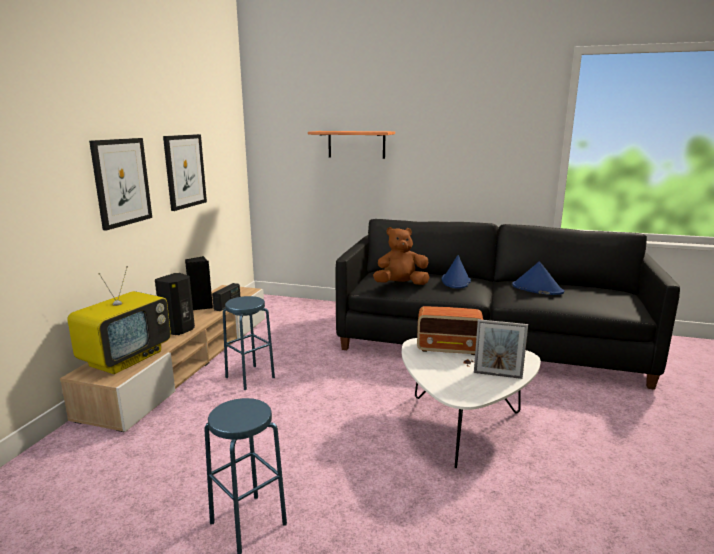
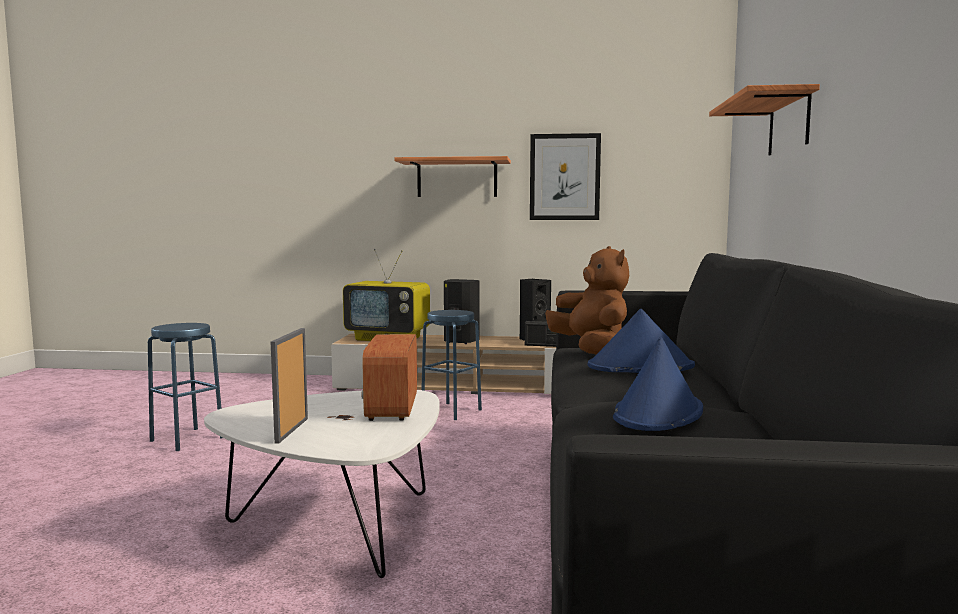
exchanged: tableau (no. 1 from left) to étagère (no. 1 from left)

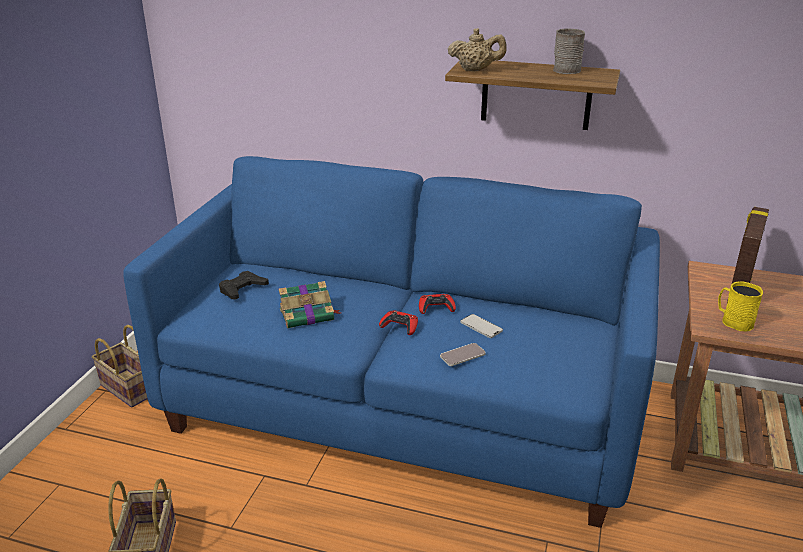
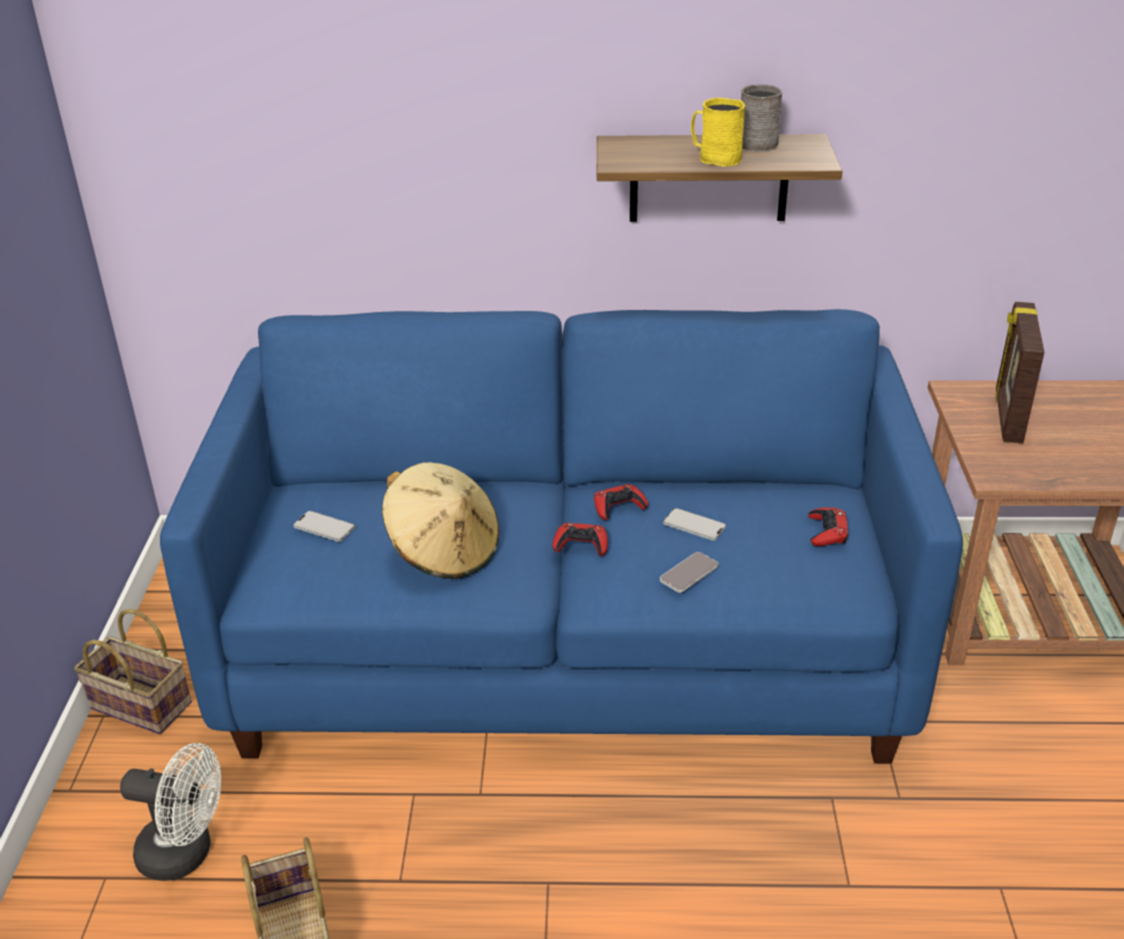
missing: théière (beige)
appeared: ventilateur (blanc); manette (rouge) (no. 3 from left)
relocated: mug (jaune)
exchanged: manette (noir) to téléphone (no. 1 from left); livre to chapeau (beige)

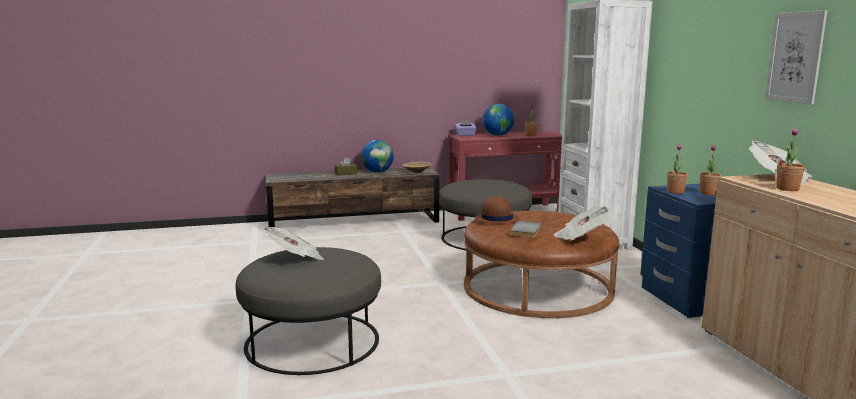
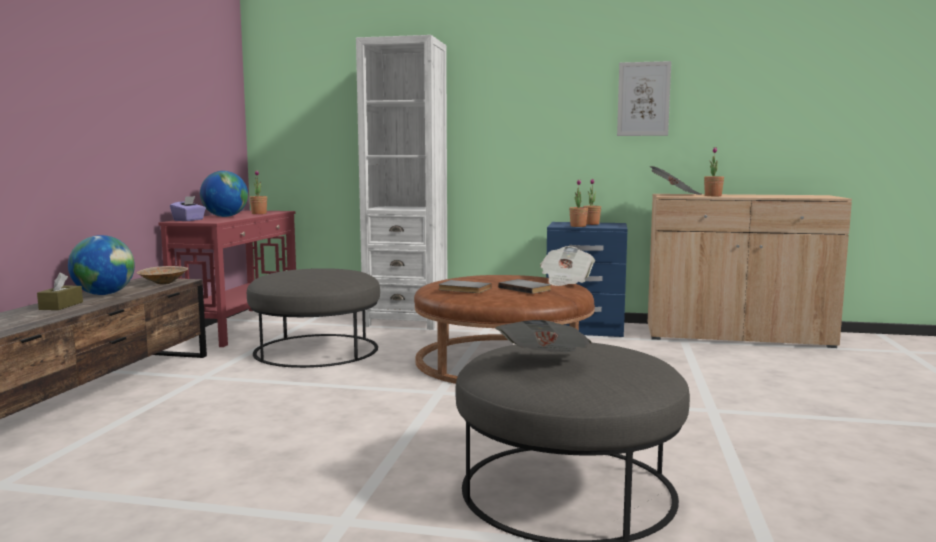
exchanged: chapeau (marron) to livre (gris) (no. 1 from left)

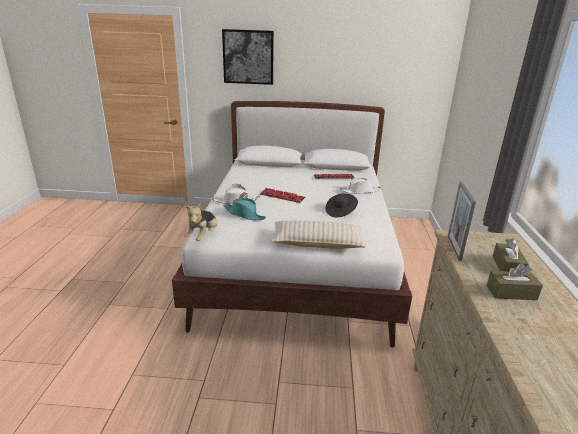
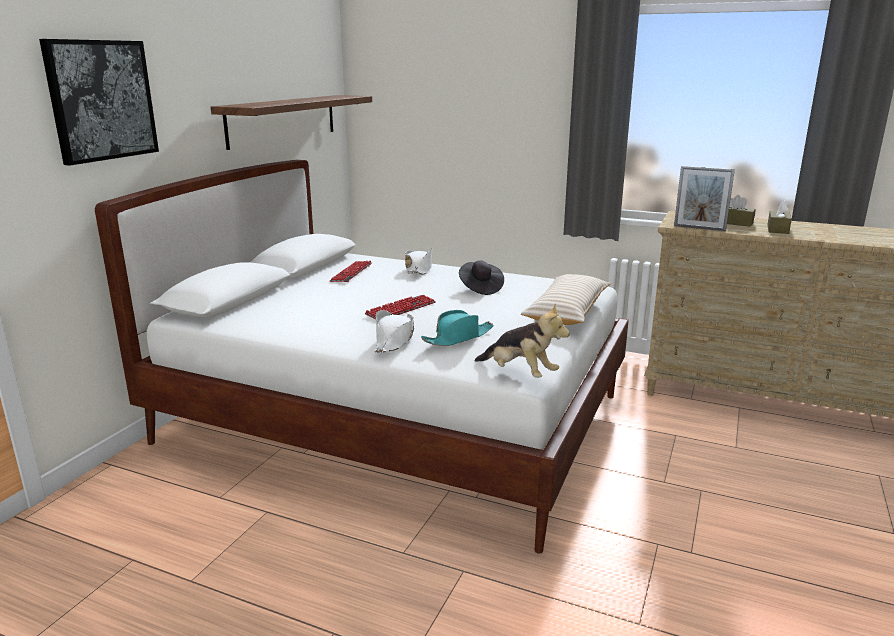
appeared: étagère

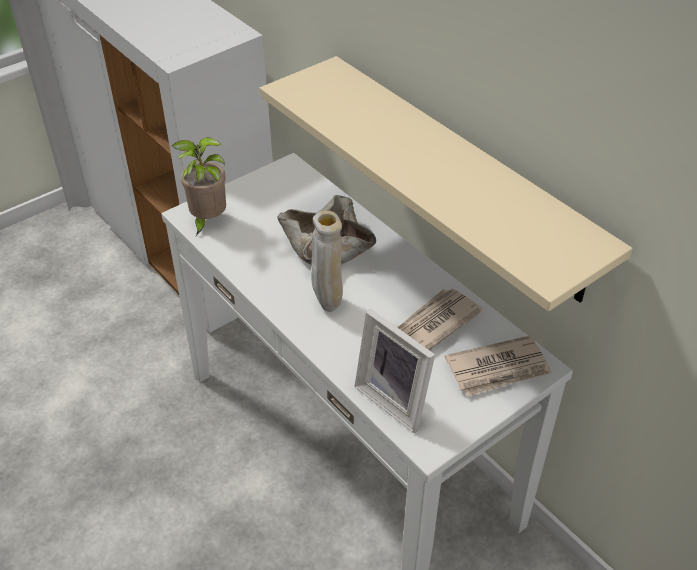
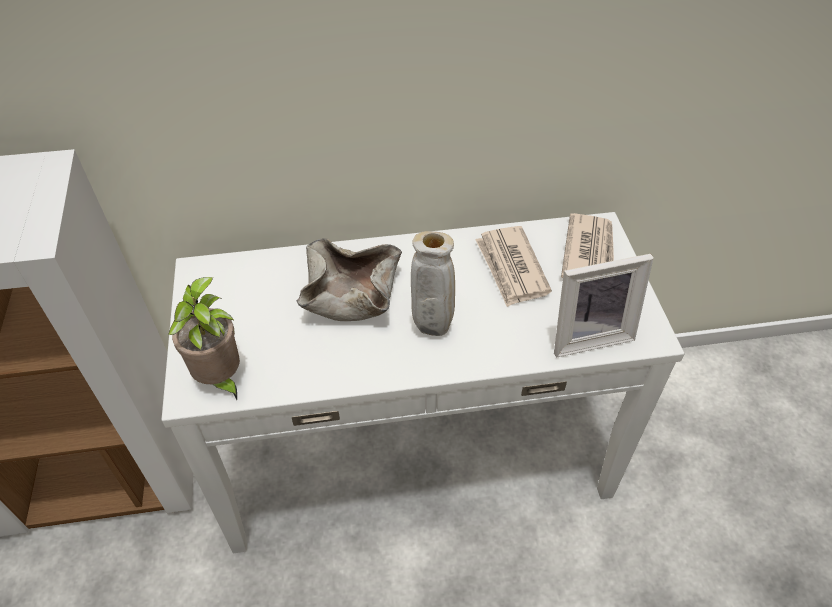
missing: étagère (beige)

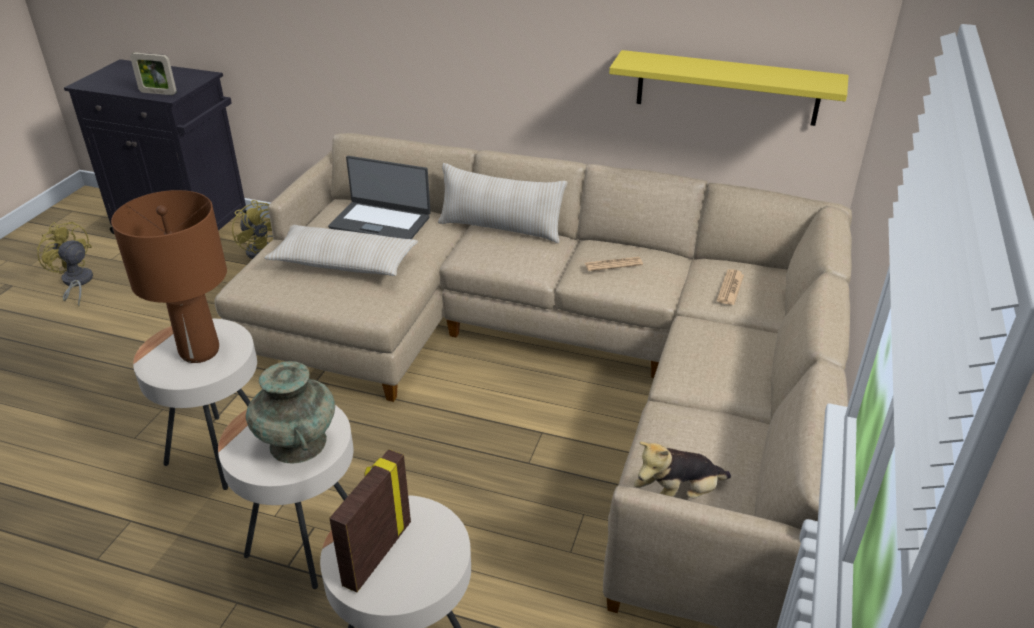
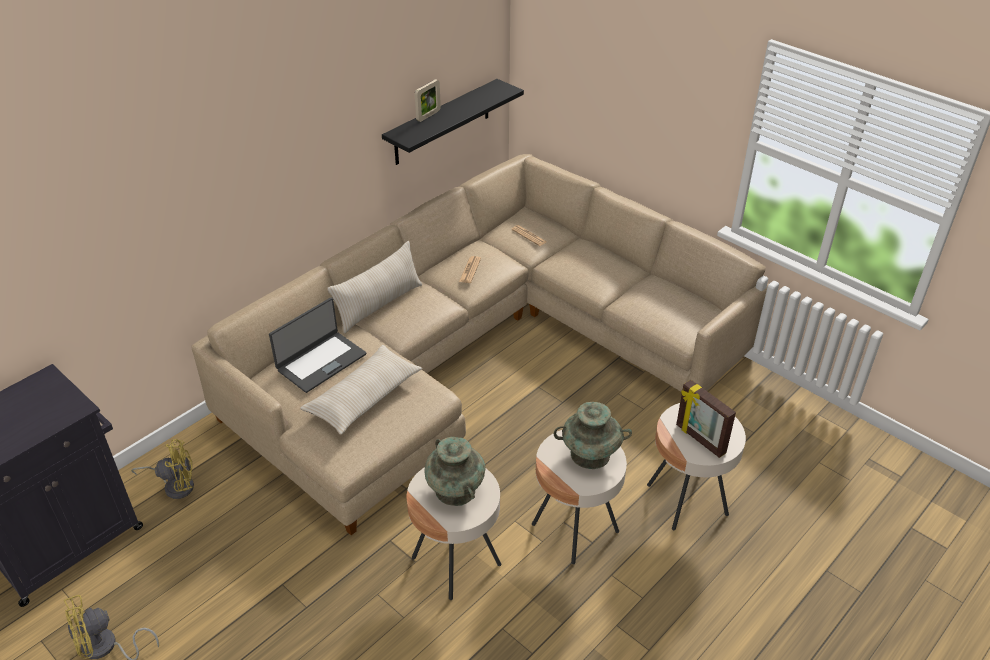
missing: peluche
relocated: cadre photo (no. 1 from left)
exchanged: lampe de table (marron) to vase (turquoise) (no. 1 from left)
colour: étagère (jaune) to étagère (noir)

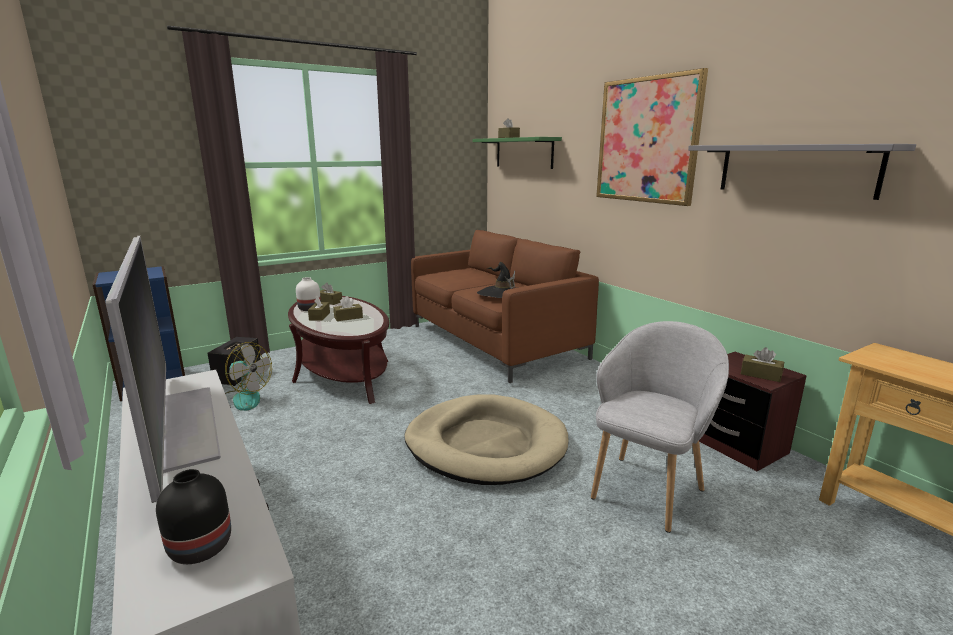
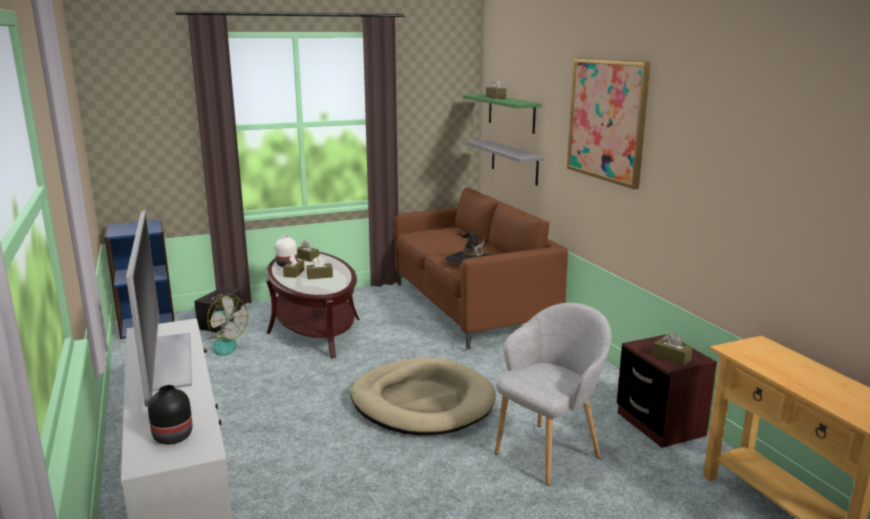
relocated: étagère (gris)

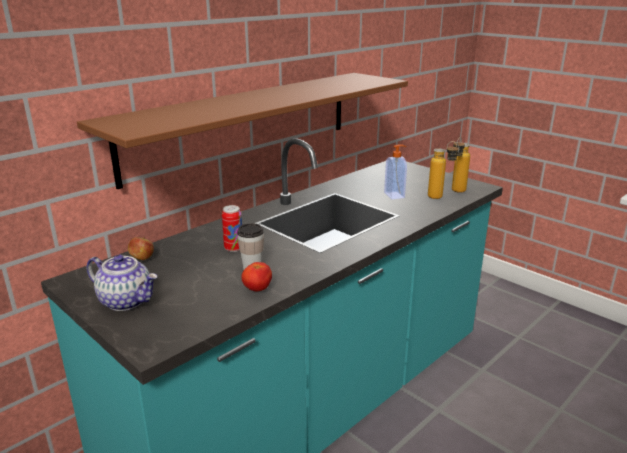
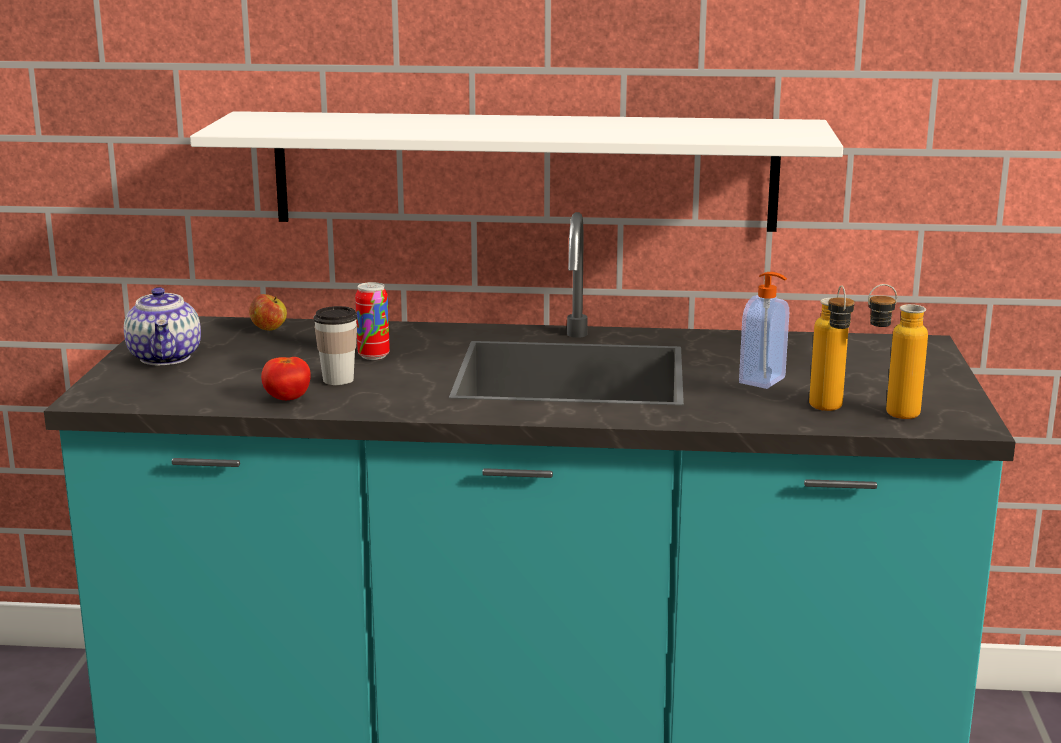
colour: étagère (marron) to étagère (blanc)

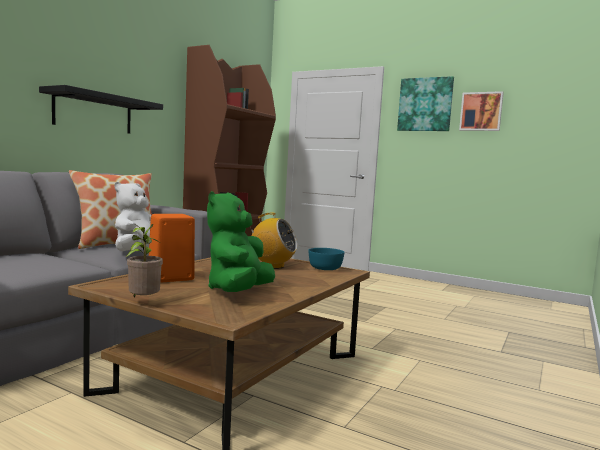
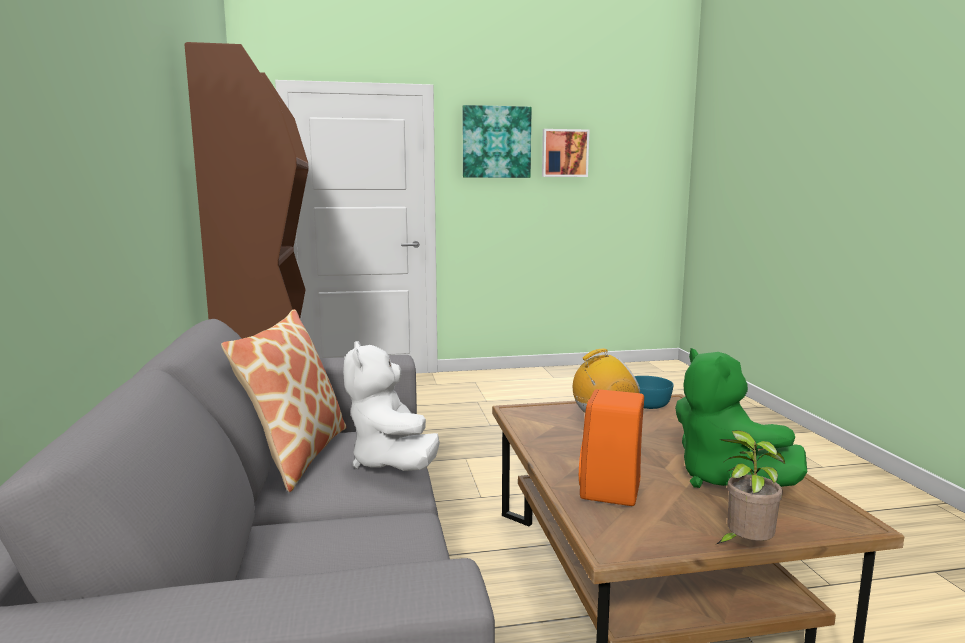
missing: étagère (noir)

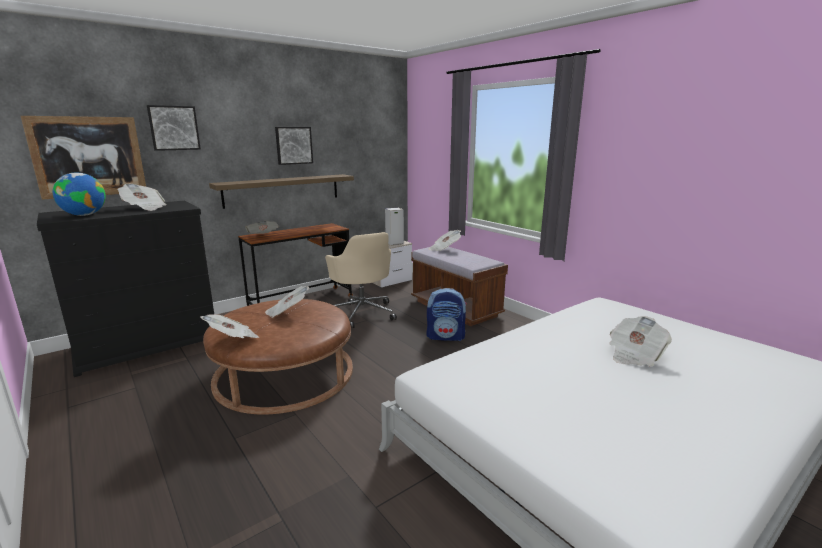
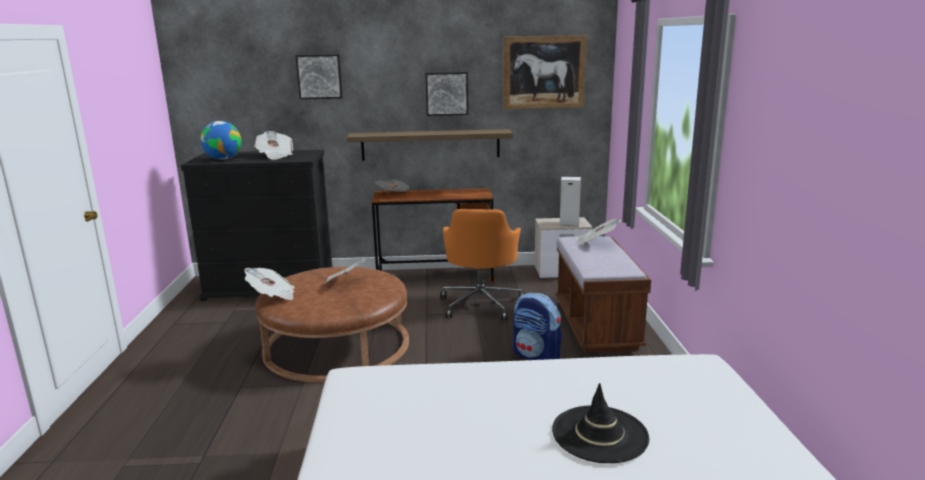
relocated: tableau (no. 1 from left in the first image) to tableau (no. 3 from left)
exchanged: journal (no. 6 from left) to chapeau (noir)
colour: chaise de bureau (beige) to chaise de bureau (orange)

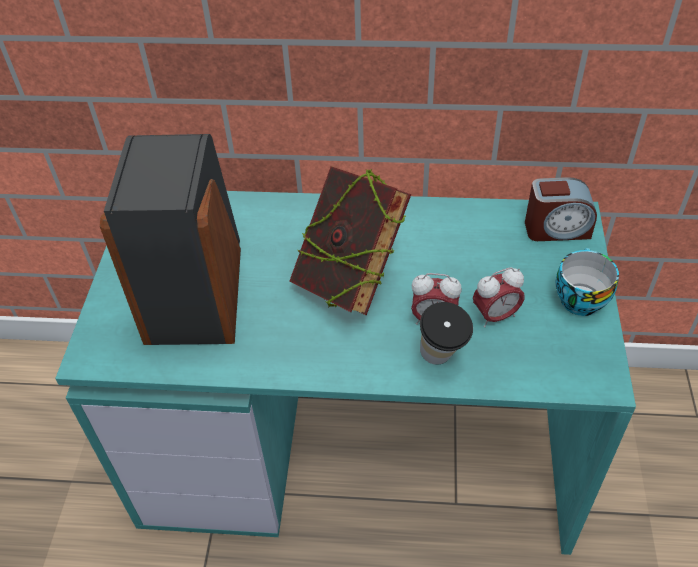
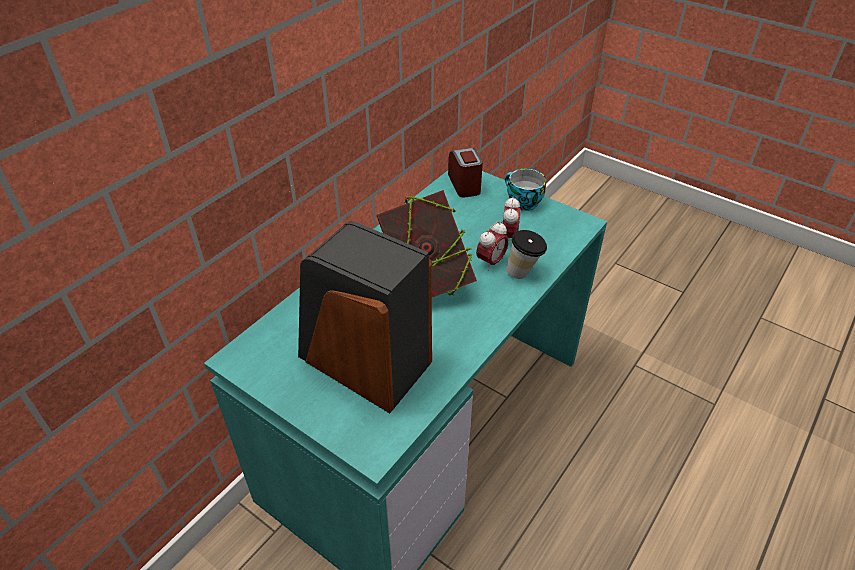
spun: réveil (no. 3 from left in the first image) 45 degrees counterclockwise

